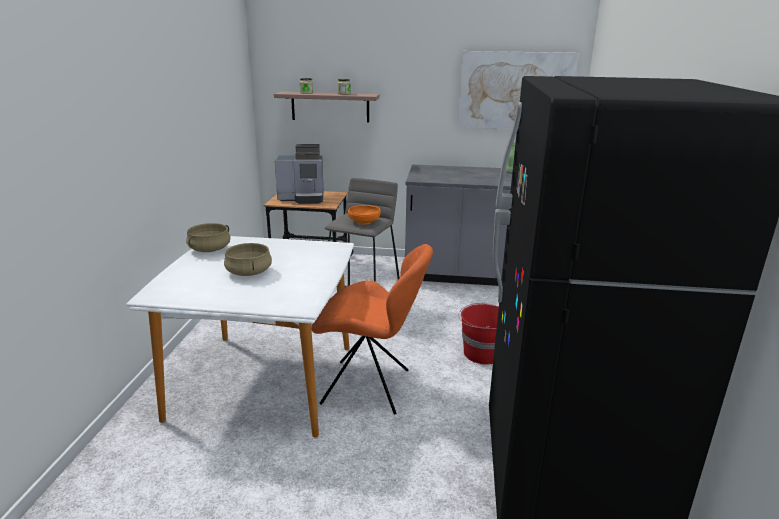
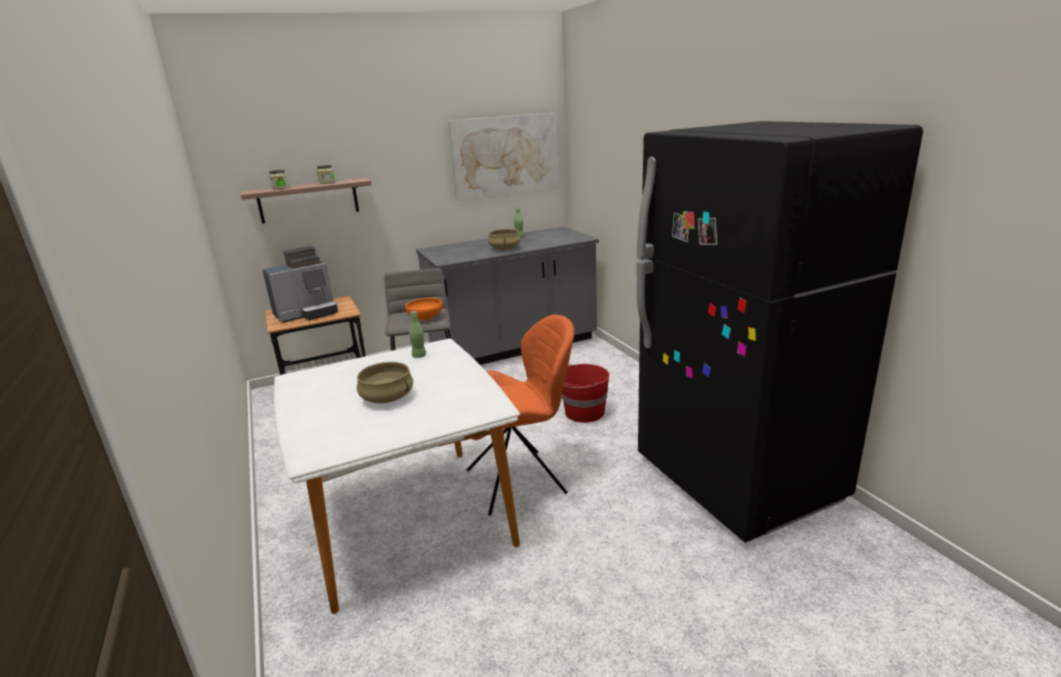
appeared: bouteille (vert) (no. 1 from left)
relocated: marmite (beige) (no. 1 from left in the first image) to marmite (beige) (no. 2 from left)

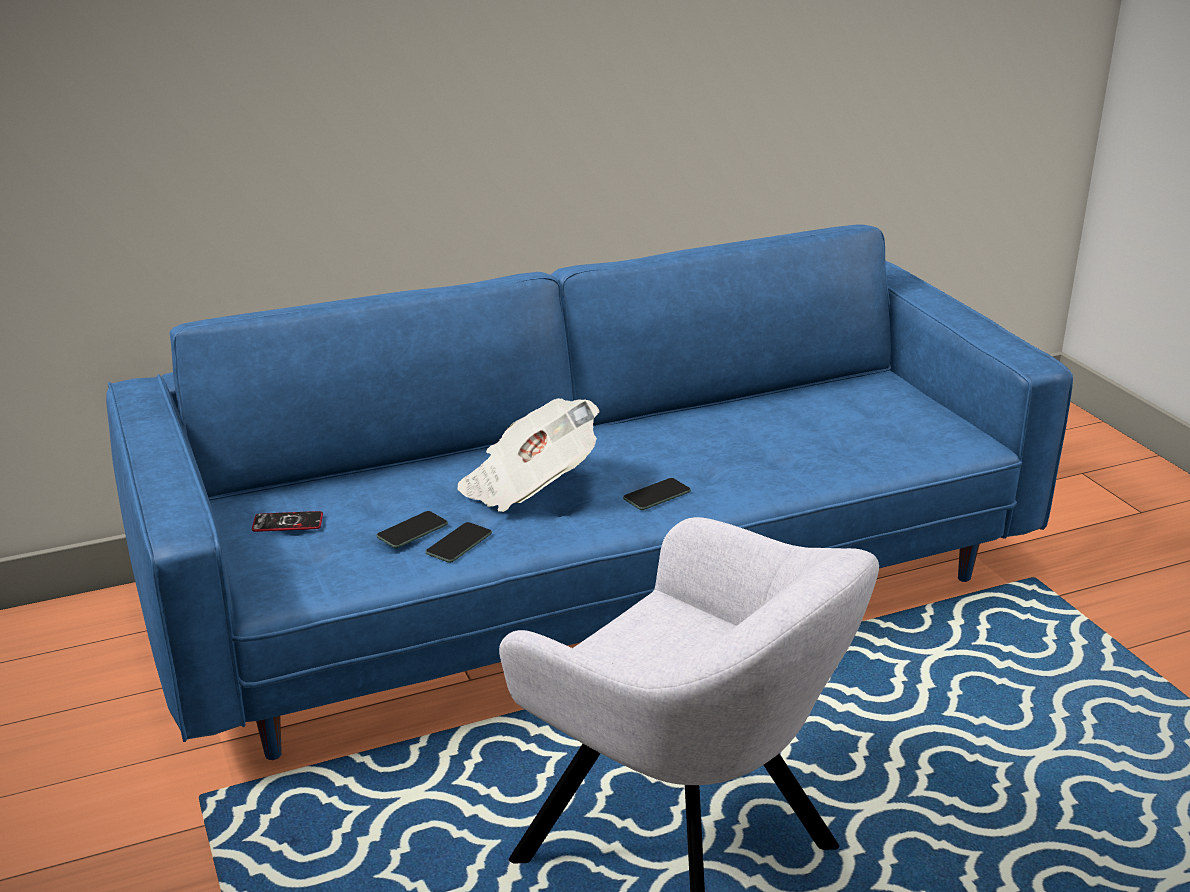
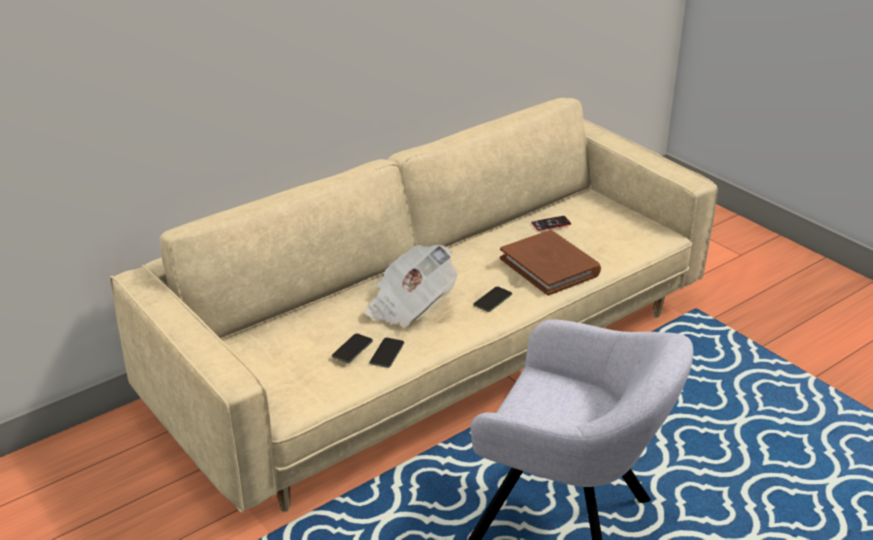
appeared: livre (marron)
relocated: téléphone (no. 1 from left in the first image) to téléphone (no. 4 from left)
colour: canapé (bleu) to canapé (beige)

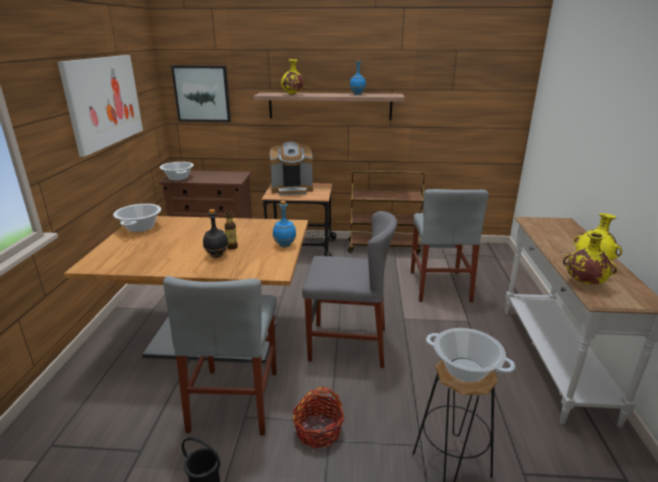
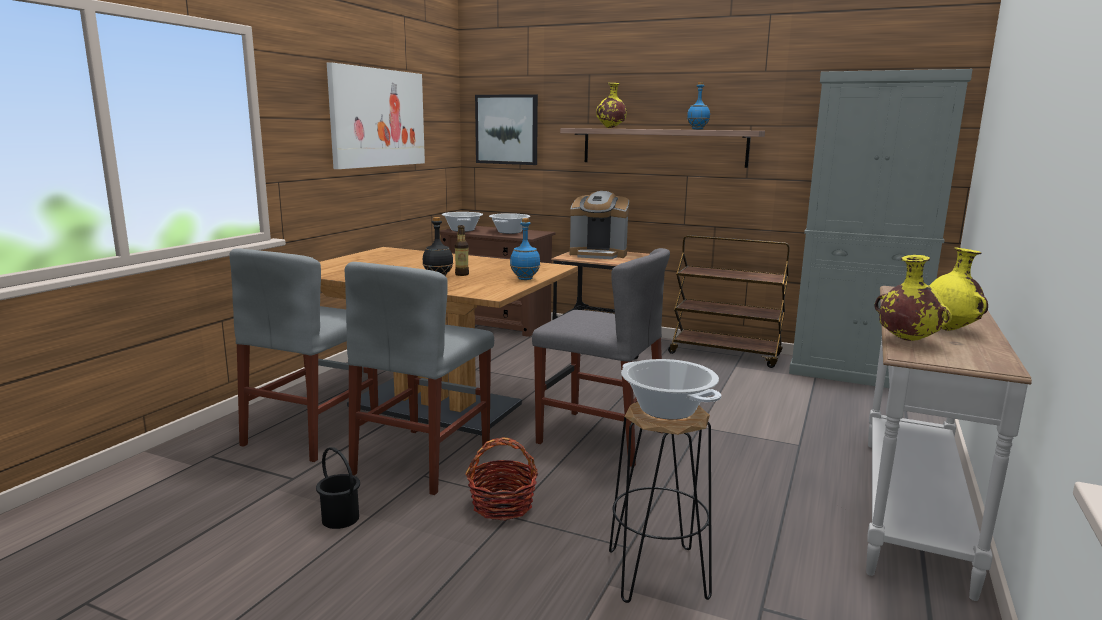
appeared: meuble de rangement (gris)
relocated: marmite (no. 1 from left in the first image) to marmite (no. 2 from left); chaise (gris) (no. 3 from left in the first image) to chaise (gris) (no. 1 from left)

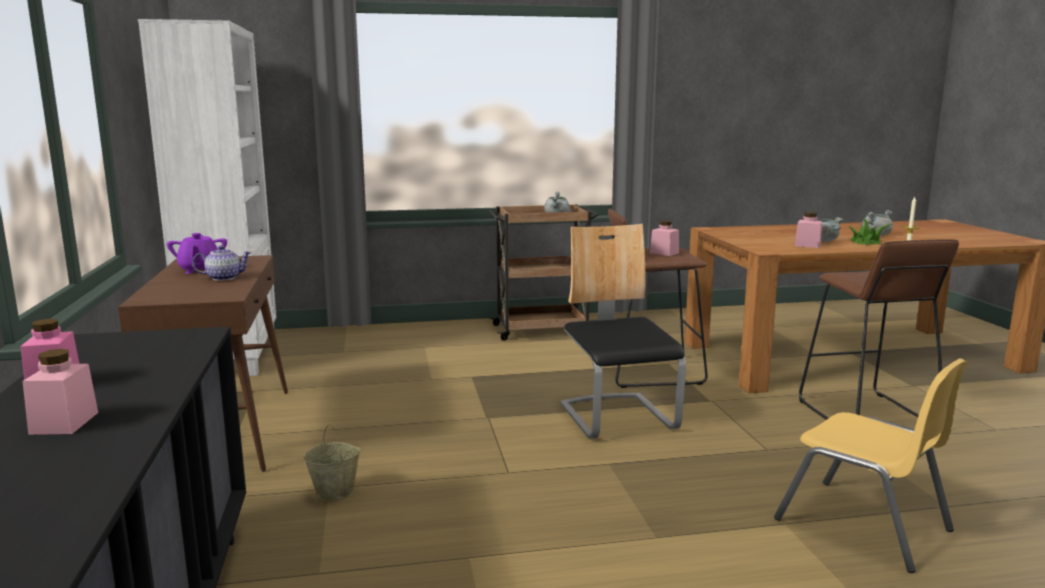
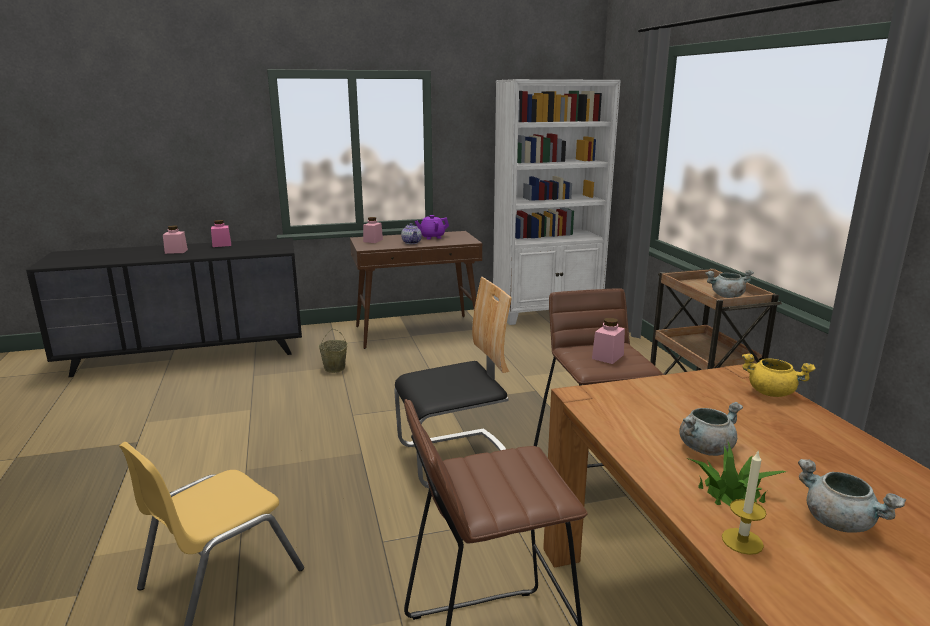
appeared: marmite (jaune)
relocated: bocal (rose) (no. 4 from left in the first image) to bocal (rose) (no. 3 from left)

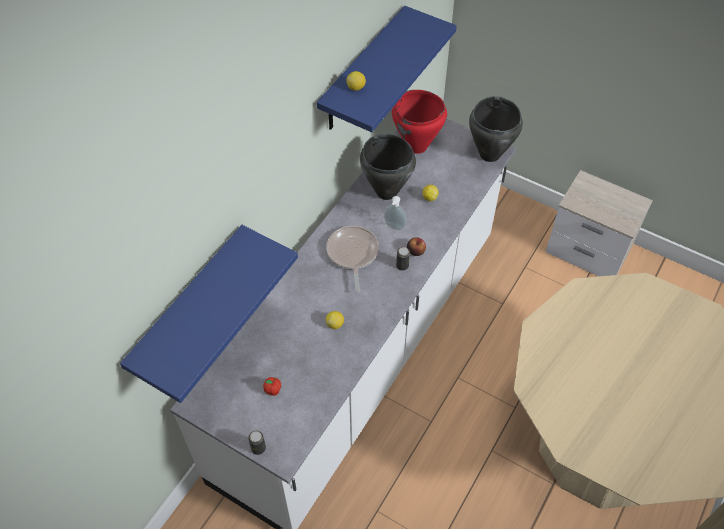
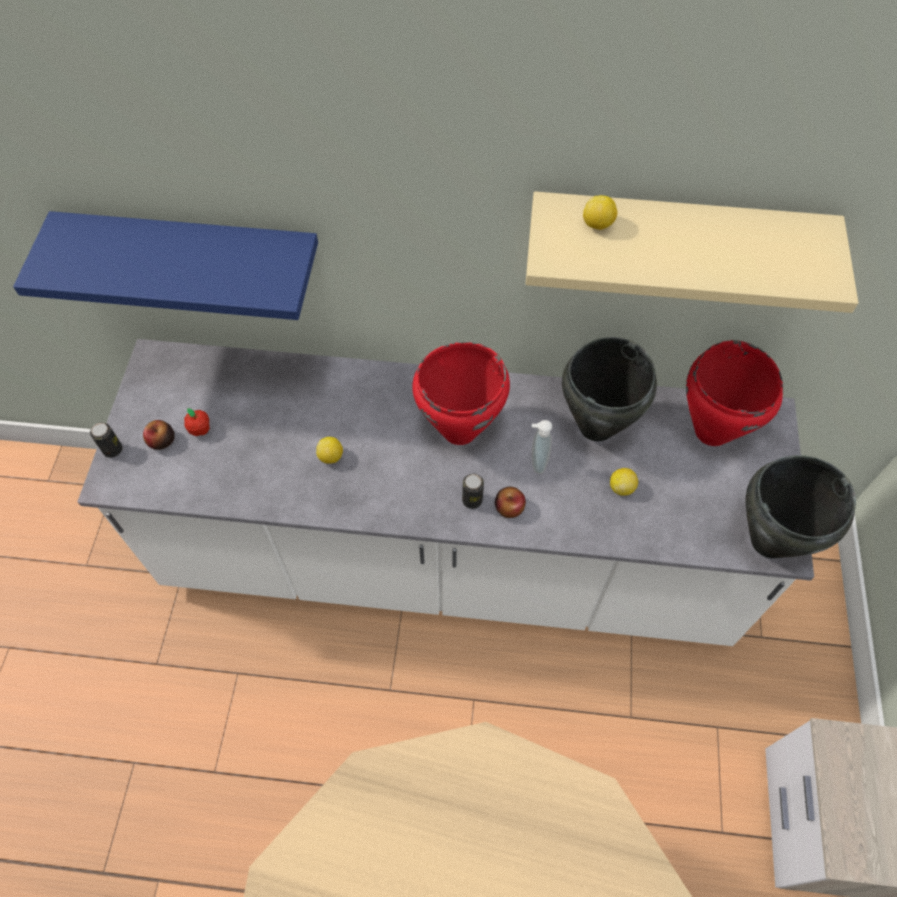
appeared: pomme (no. 1 from left)
exchanged: poêle to marmite (rouge) (no. 1 from left)
colour: étagère (bleu) (no. 2 from left) to étagère (beige)

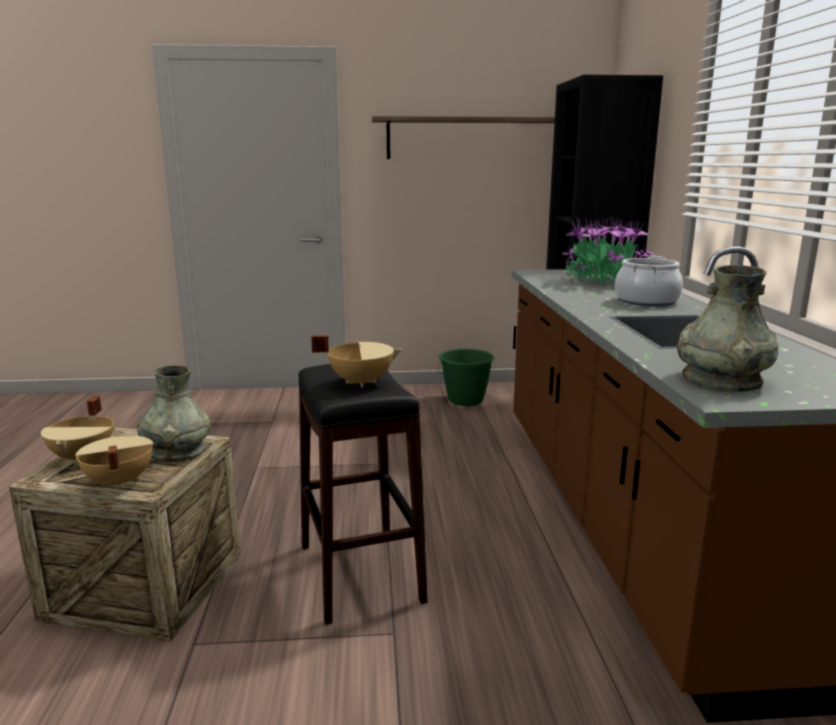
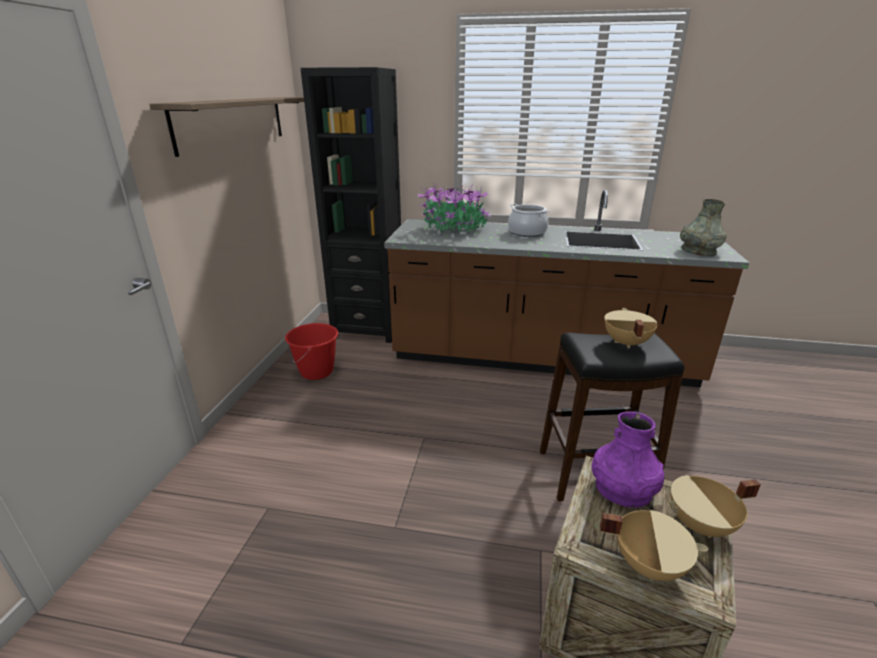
colour: vase (gris) (no. 1 from left) to vase (violet); seau (vert) to seau (rouge)

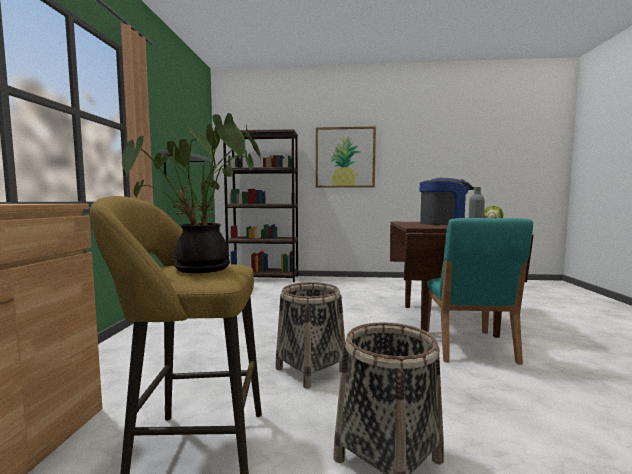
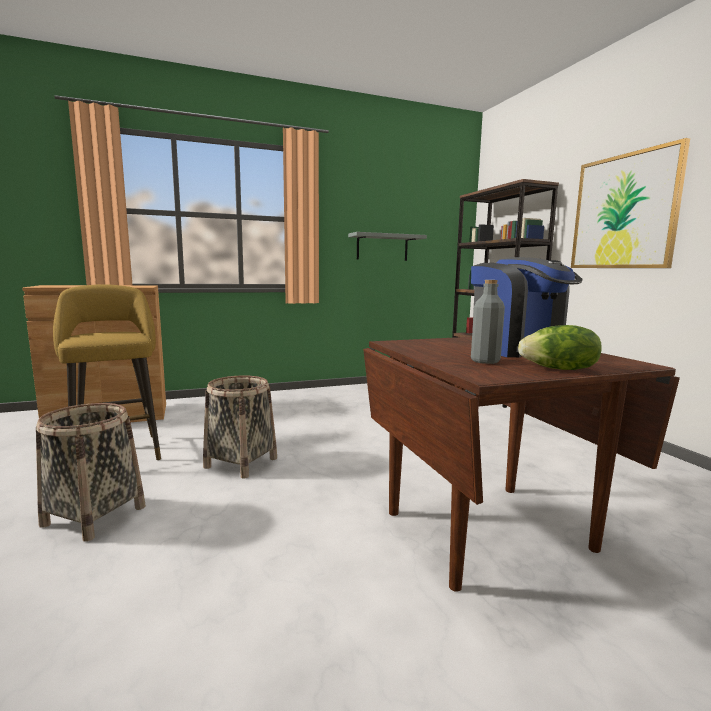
missing: plante en pot; chaise (turquoise)

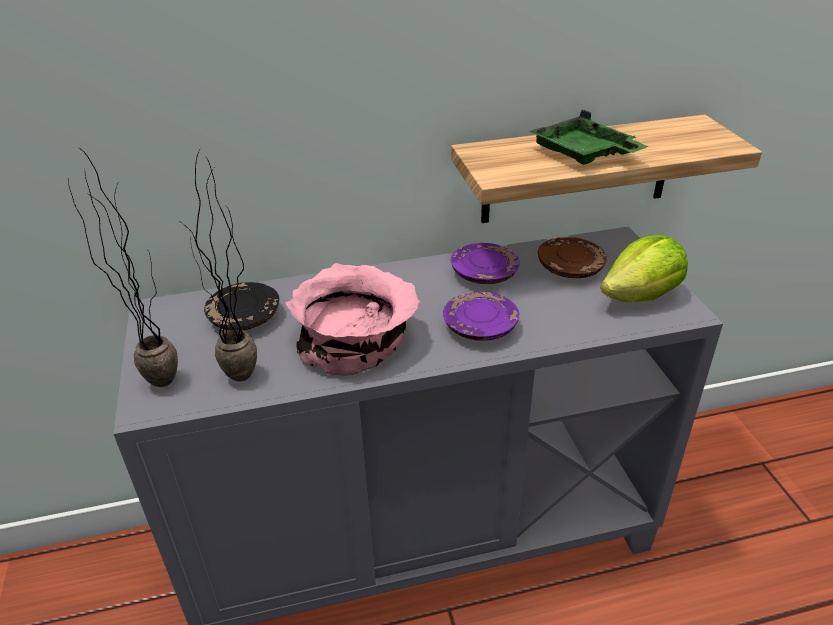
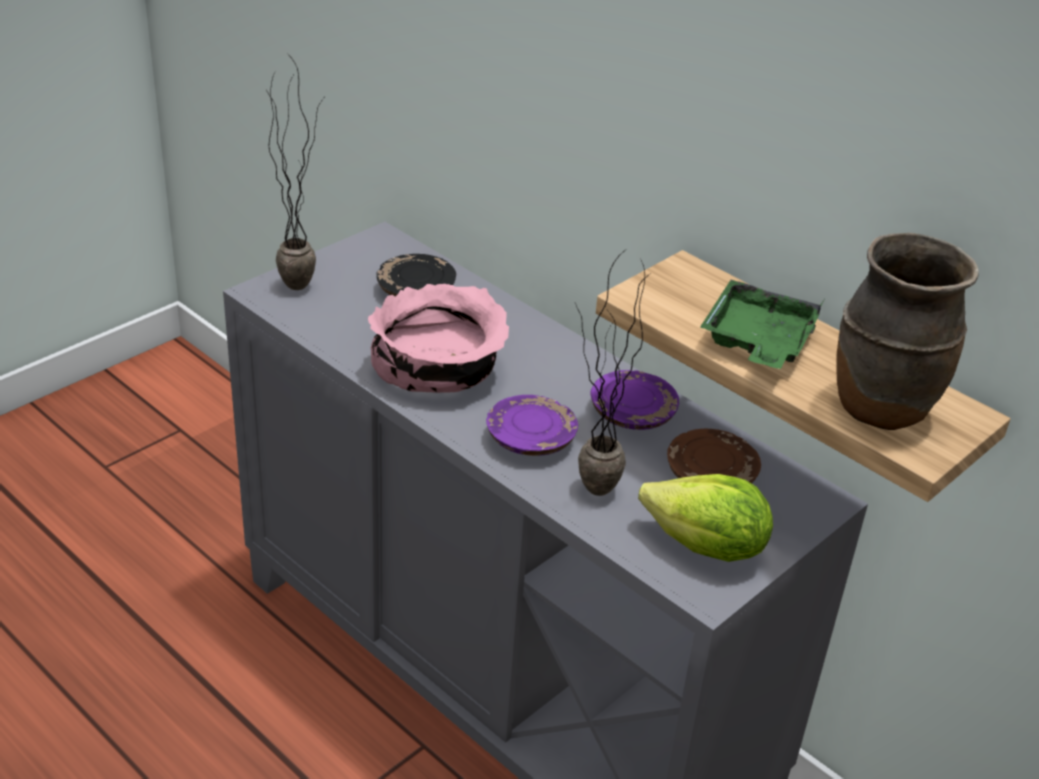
appeared: vase (marron)
relocated: plante en pot (no. 2 from left)

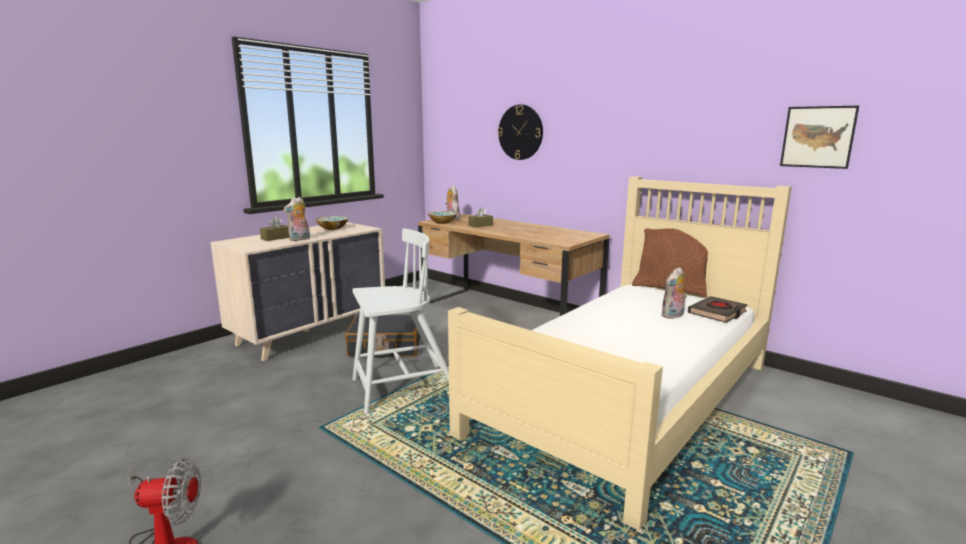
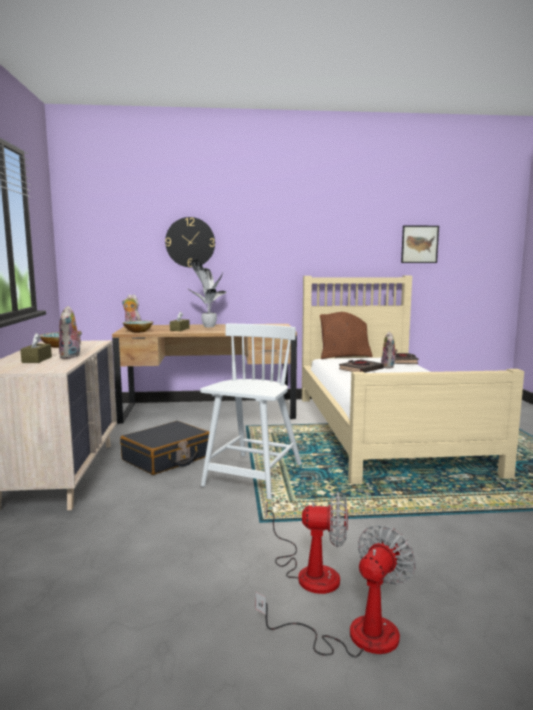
appeared: plante en pot; ventilateur (no. 1 from left); livre (noir) (no. 1 from left)

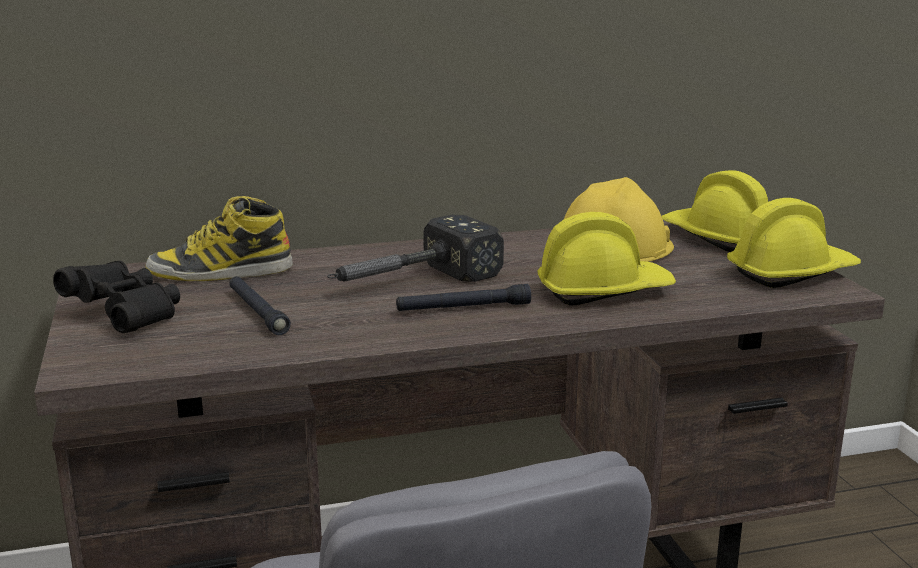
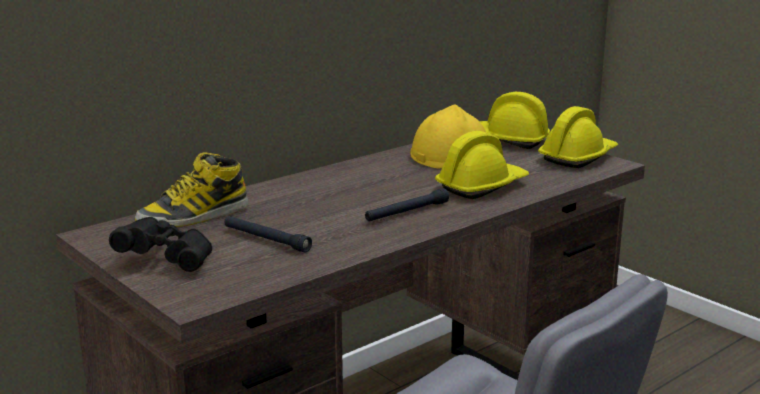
missing: marteau

